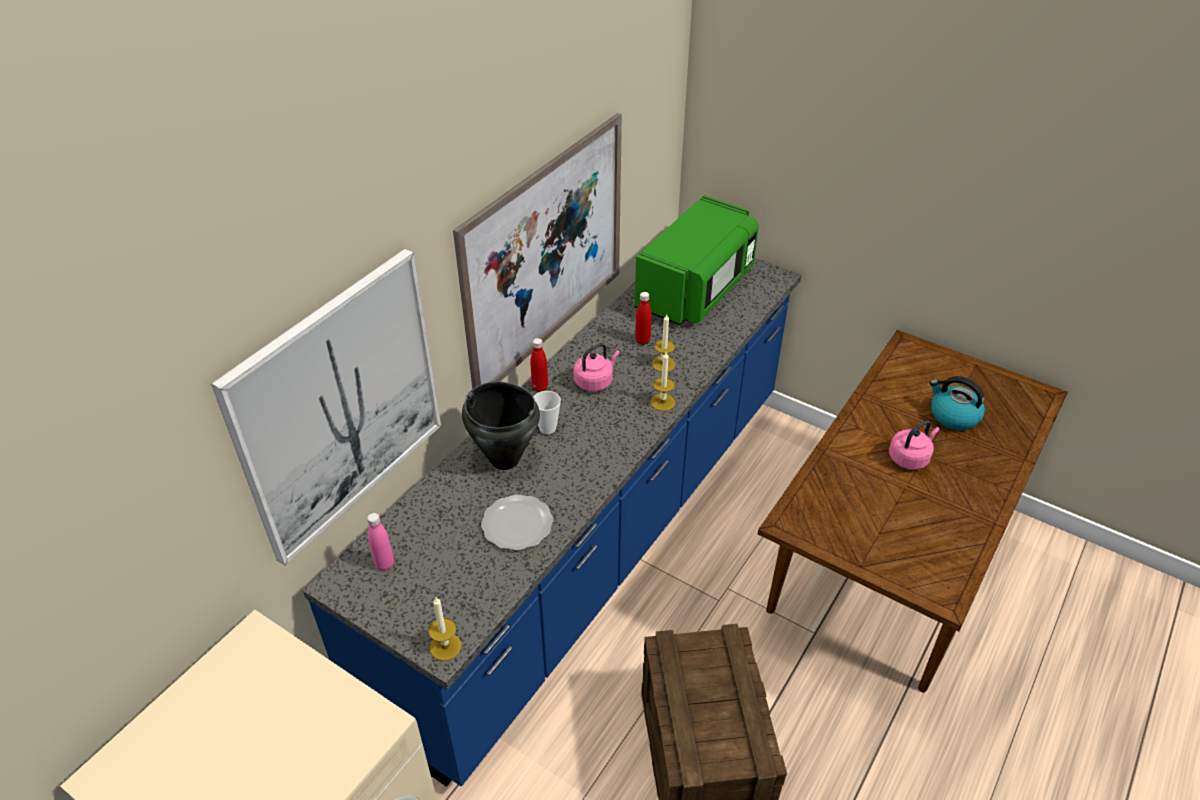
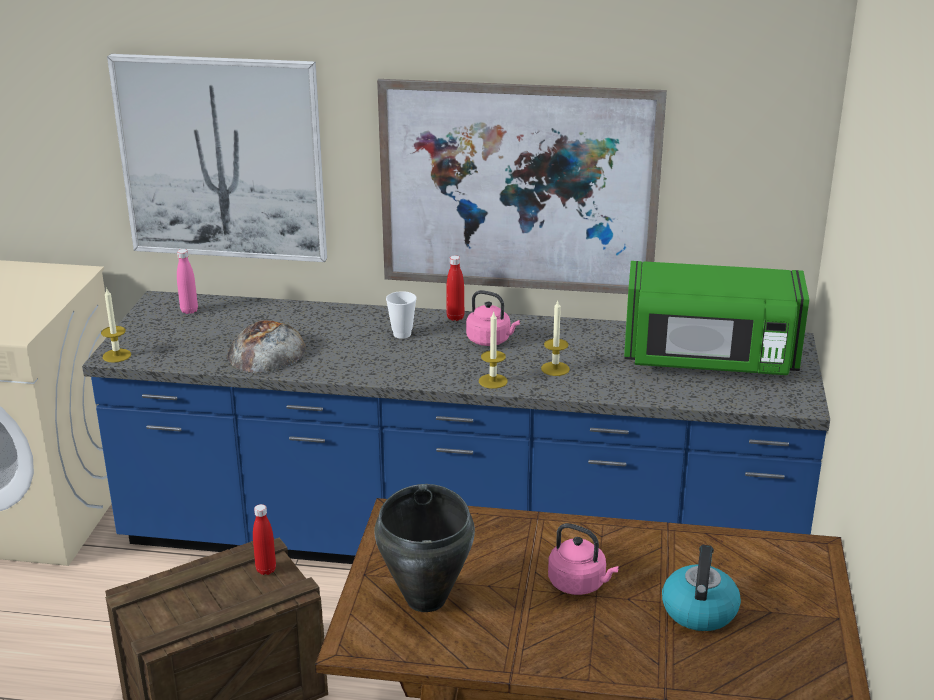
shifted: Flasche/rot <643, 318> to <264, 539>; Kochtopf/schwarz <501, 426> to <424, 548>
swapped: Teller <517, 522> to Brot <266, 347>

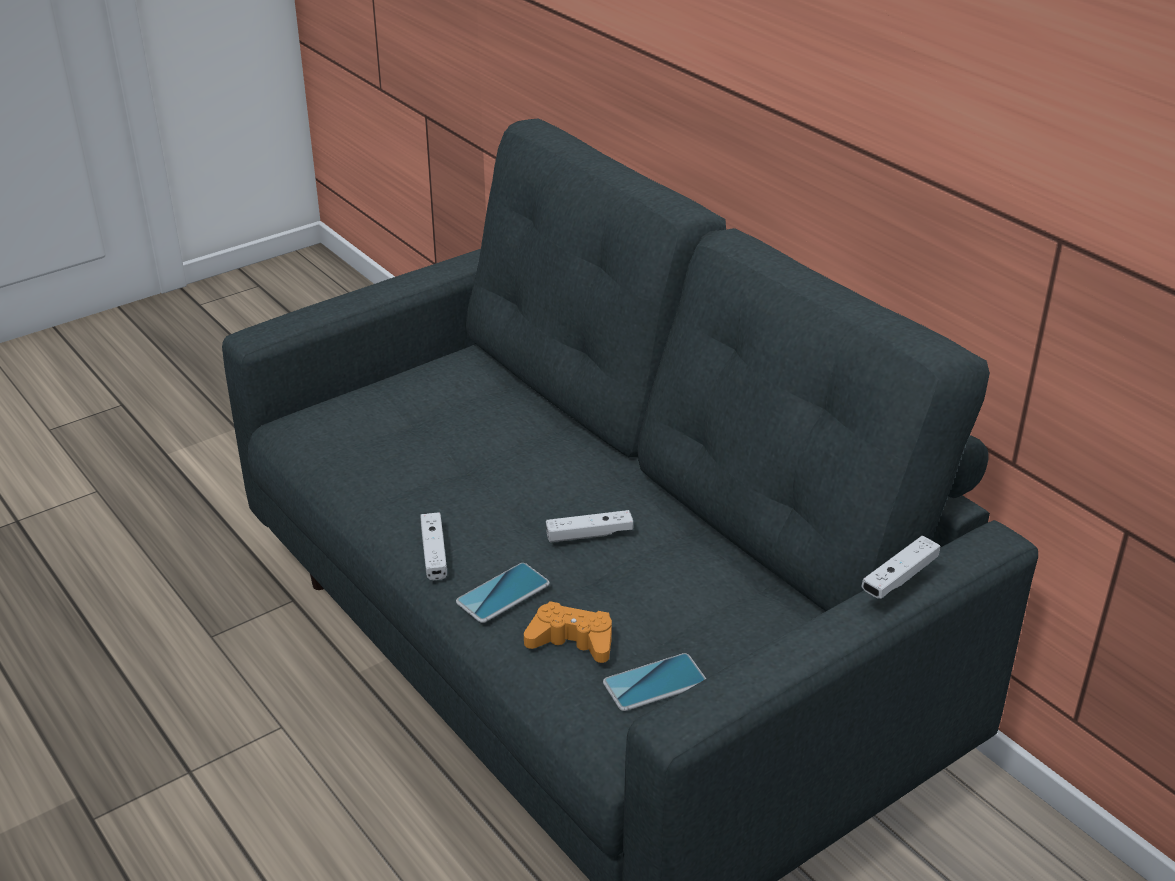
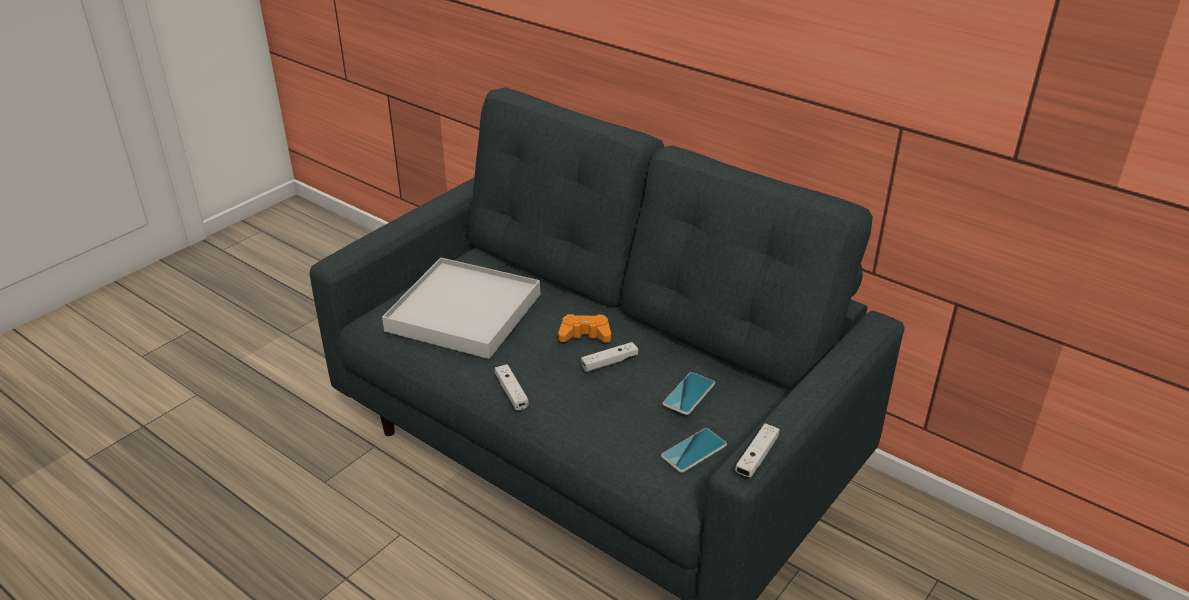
new: Tablett/weiß <461, 308>
shifted: Gamepad/orange <568, 632> to <584, 328>; Handy <503, 593> to <689, 393>; Gamepad/weiß <900, 567> to <757, 450>

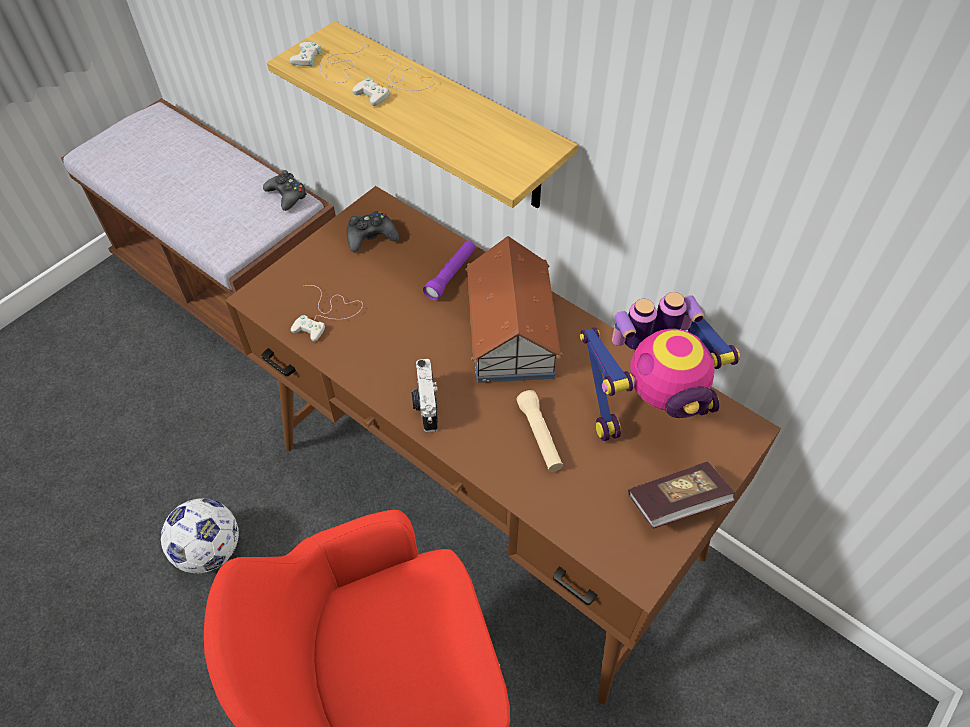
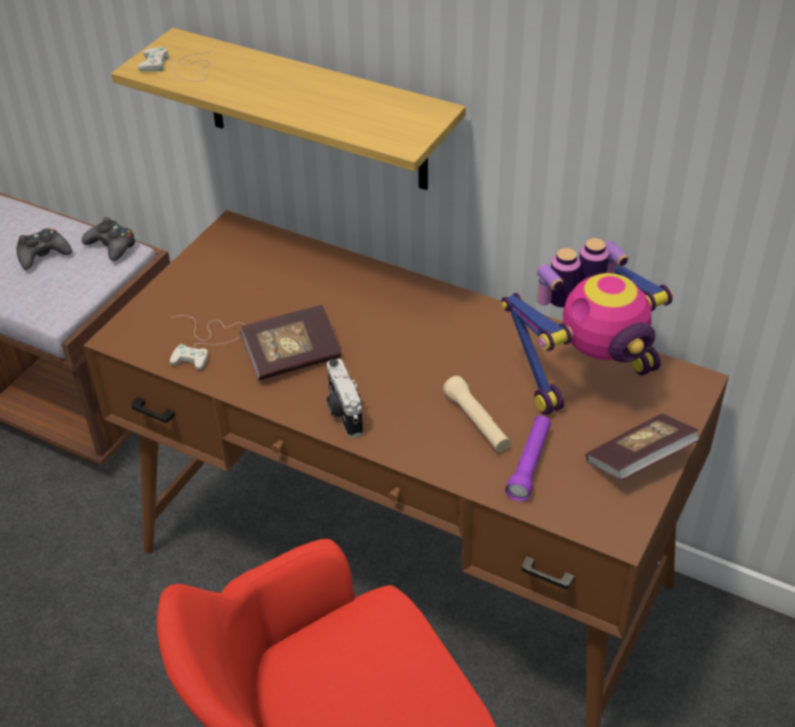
gone: Fußball <200, 536>; Gamepad/weiß <394, 80>; Spielzeughaus <513, 309>
new: Buch <290, 342>
shifted: Gamepad/schwarz <373, 232> to <44, 249>; Taschenlampe/lila <449, 270> to <528, 458>

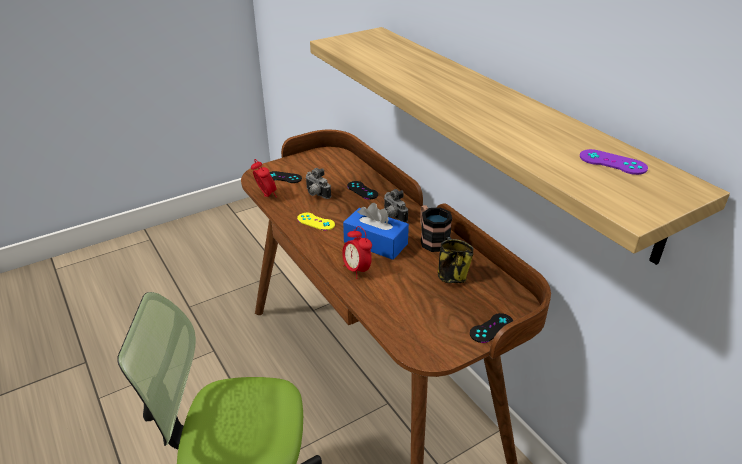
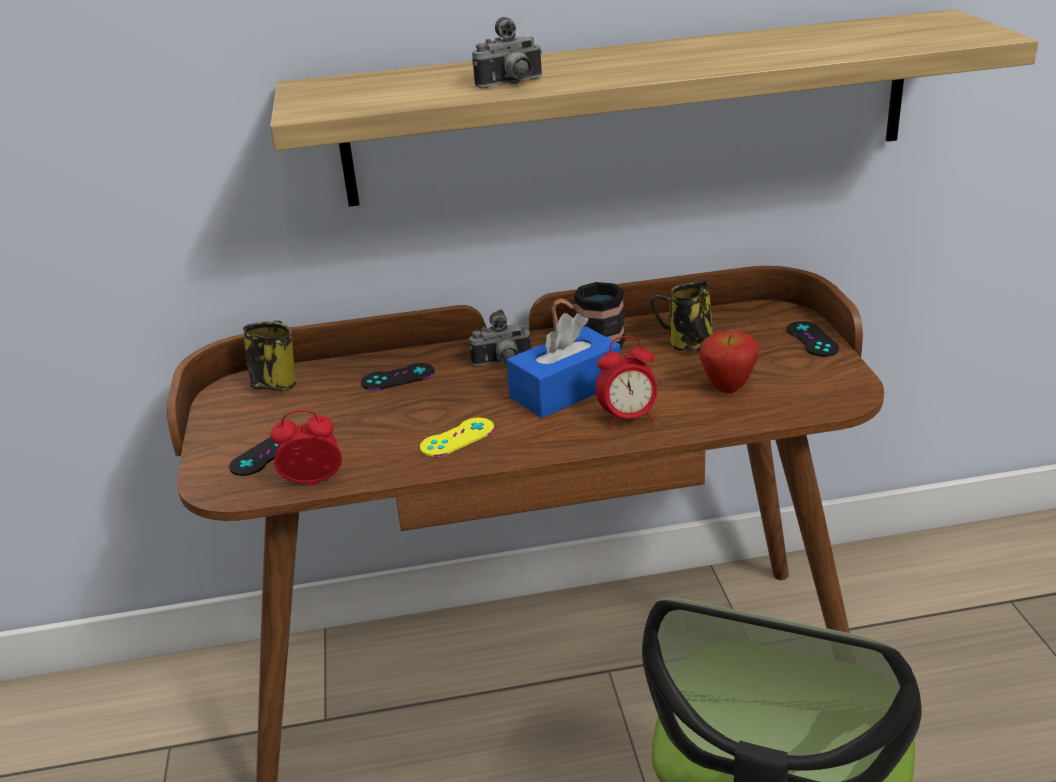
gone: Gamepad/lila <614, 162>
new: Henkelbecher <270, 355>; Apfel <729, 362>
shifted: Kamera <318, 183> to <507, 52>

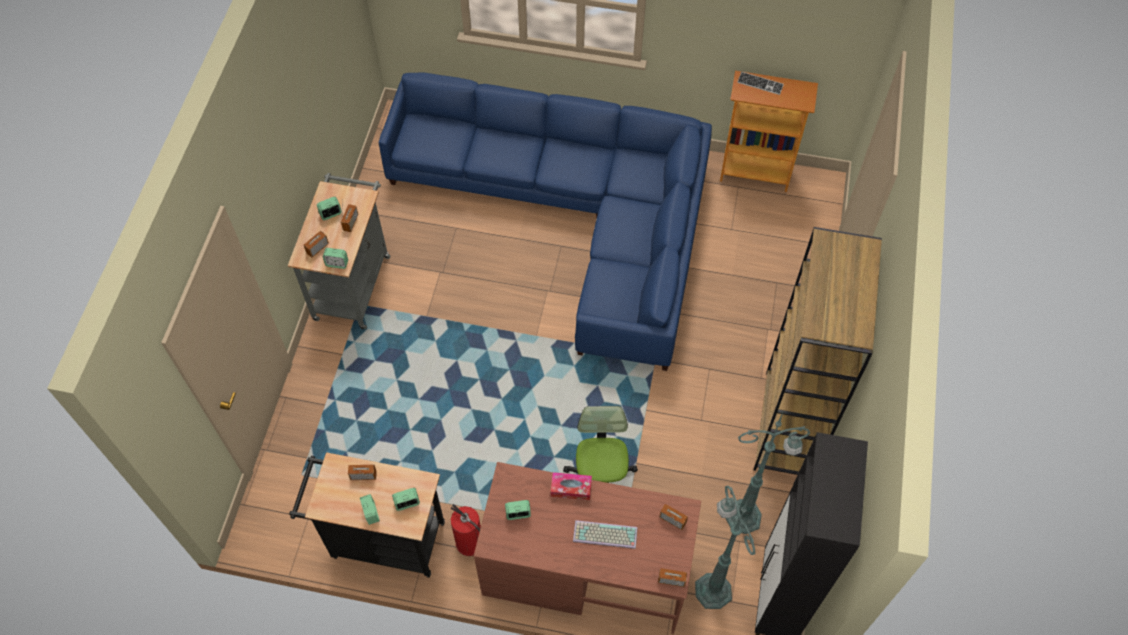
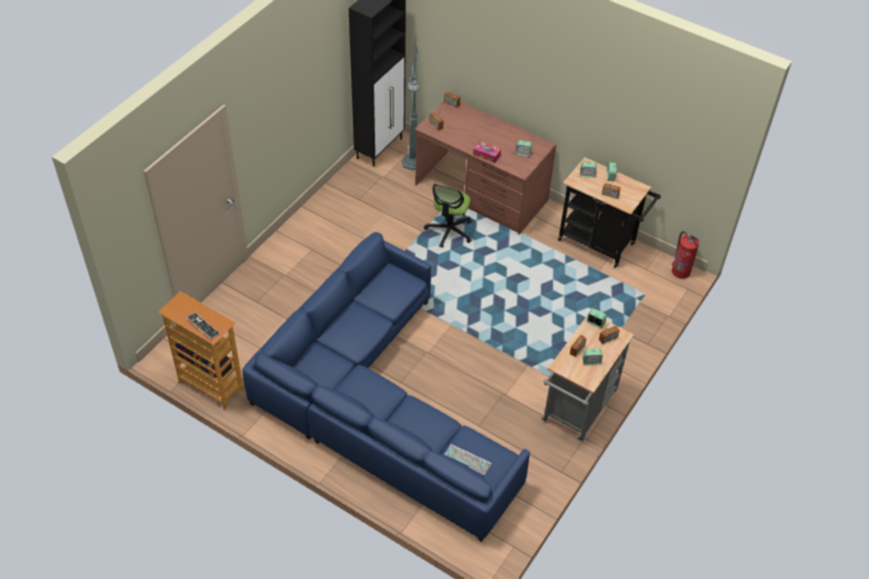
gone: Stehlampe/grün <767, 473>; Bücherregal/braun <818, 351>
shifted: Tastatur <605, 534> to <468, 460>; Feuerlöscher <465, 530> to <685, 255>

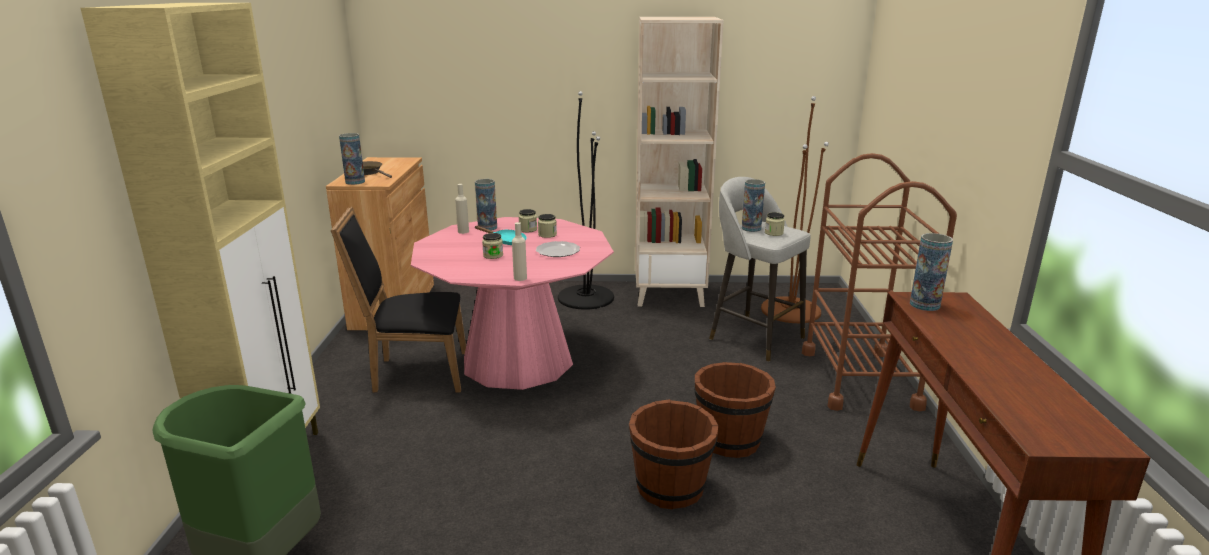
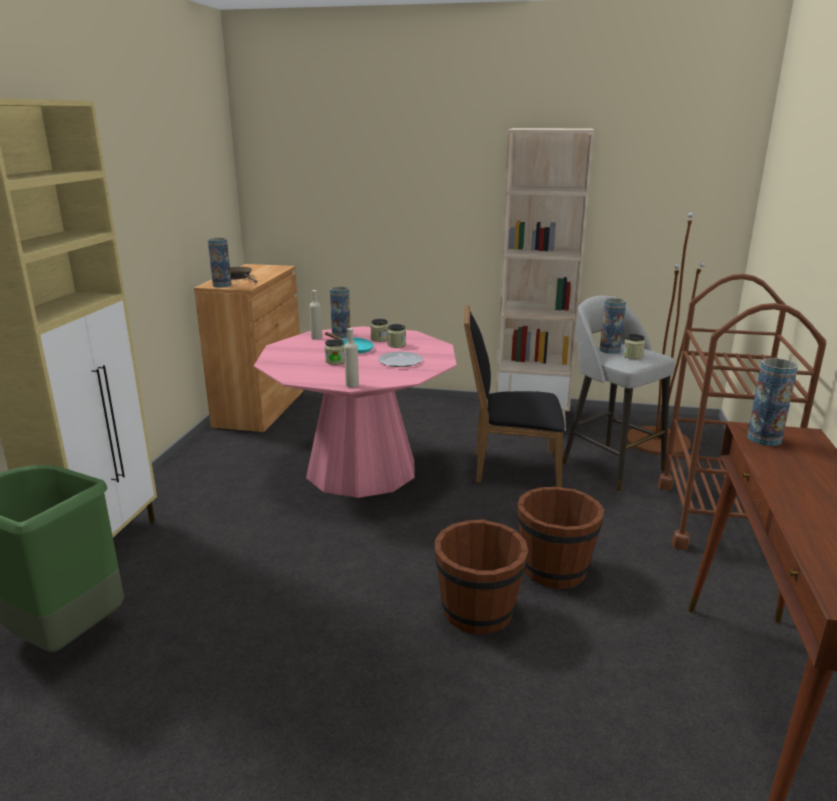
gone: Stehlampe/schwarz <586, 200>
shifted: Stuhl/schwarz <398, 300> to <514, 395>

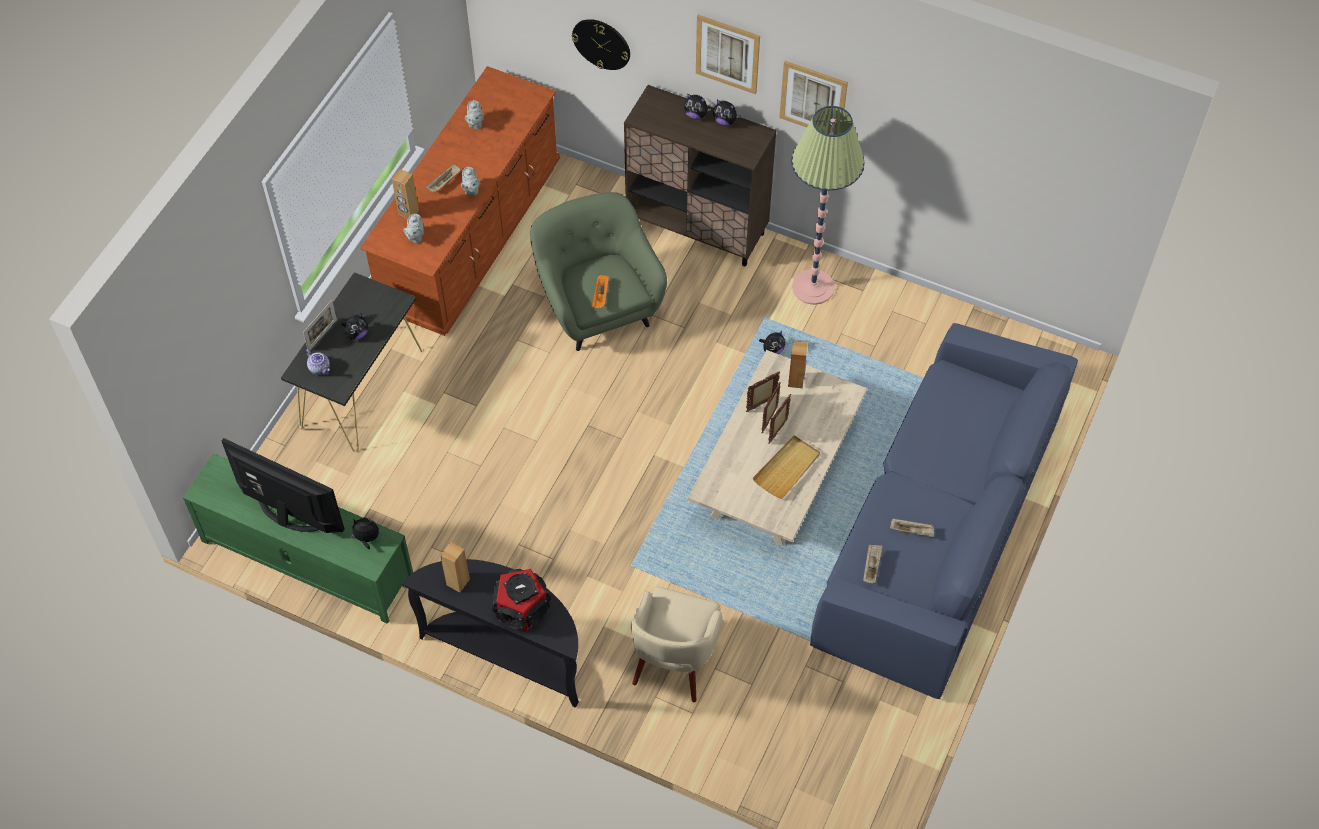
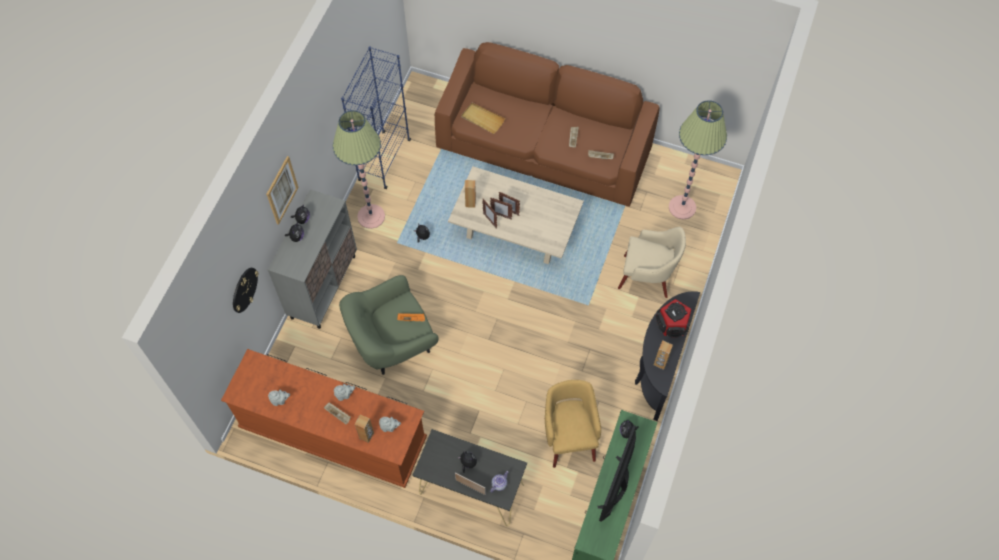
gone: Bild <813, 94>
new: Bücherregal/blau <376, 117>; Sessel/gelb <573, 424>; Stehlampe <698, 159>
shifted: Tablett/beige <786, 467> to <483, 118>
repainted: Schrank/braun <700, 175> to Schrank/grau <312, 259>; Sofa/blau <944, 511> to Sofa/braun <547, 124>

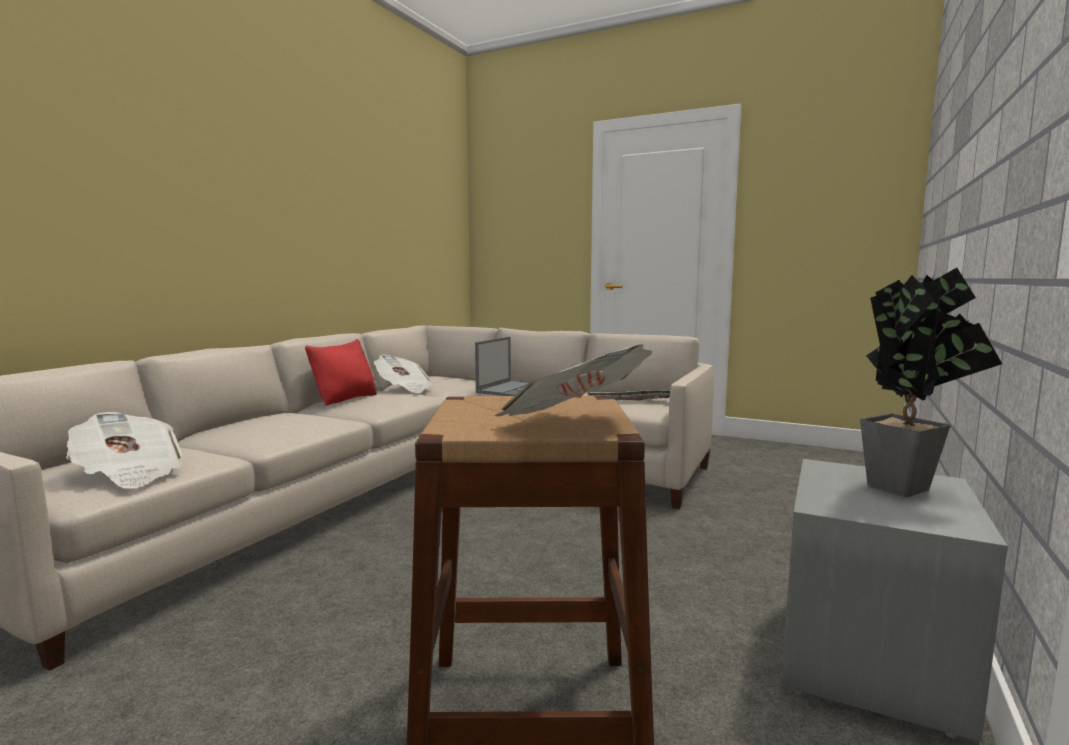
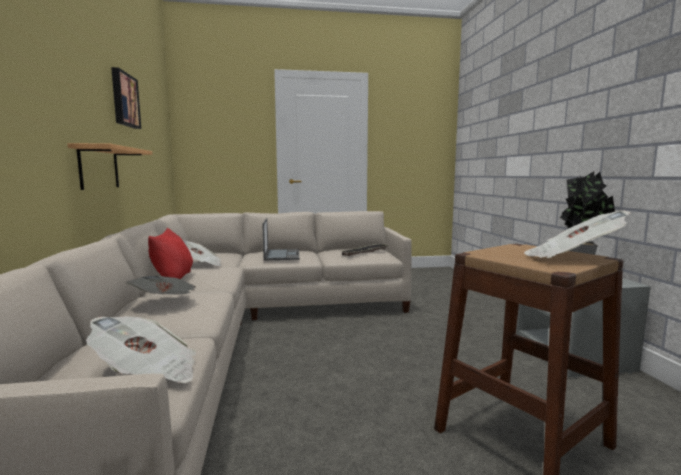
new: Wandregal <109, 166>; Bild <126, 98>; Zeitung <160, 285>

